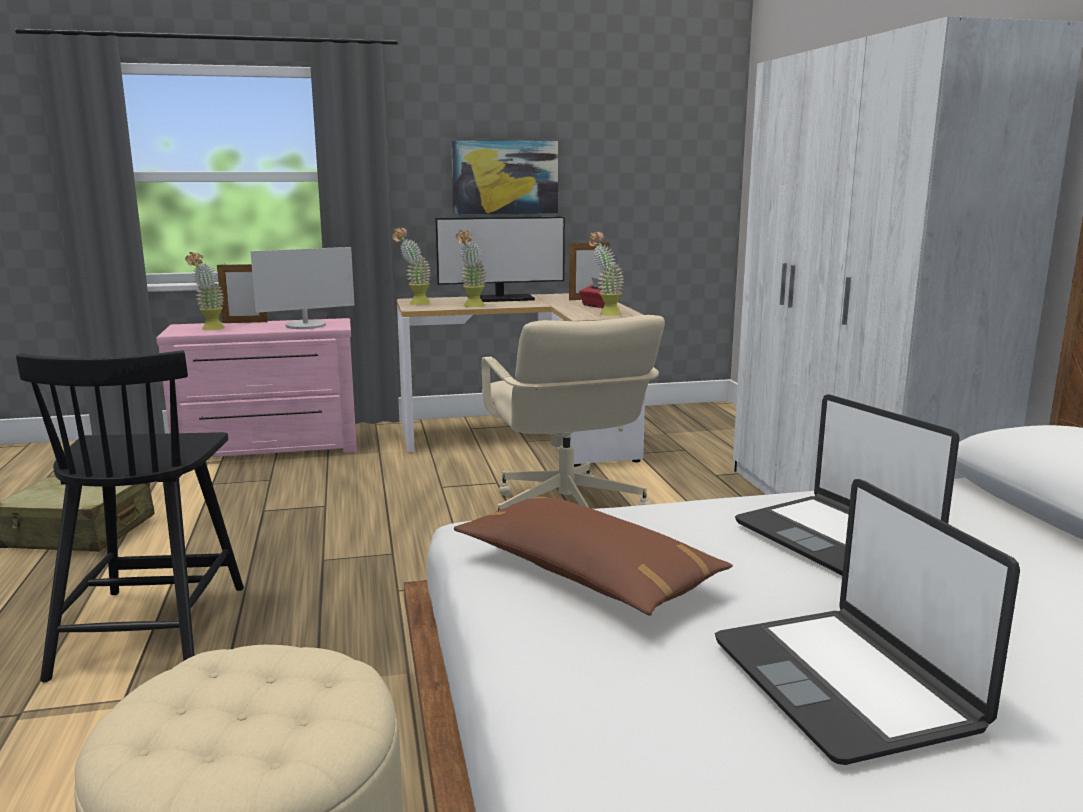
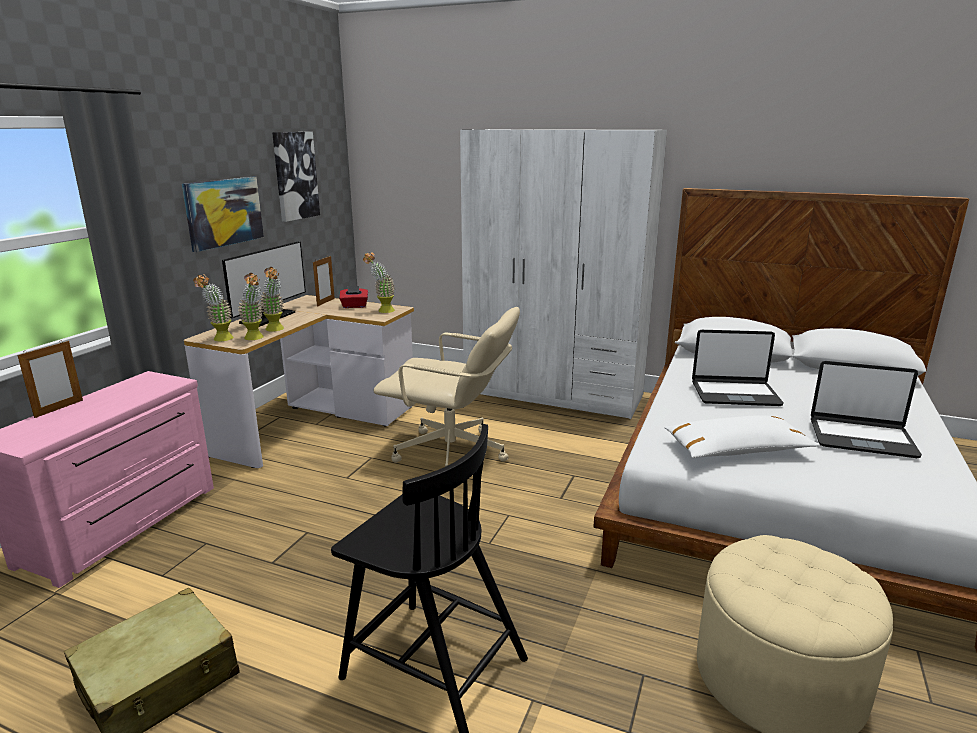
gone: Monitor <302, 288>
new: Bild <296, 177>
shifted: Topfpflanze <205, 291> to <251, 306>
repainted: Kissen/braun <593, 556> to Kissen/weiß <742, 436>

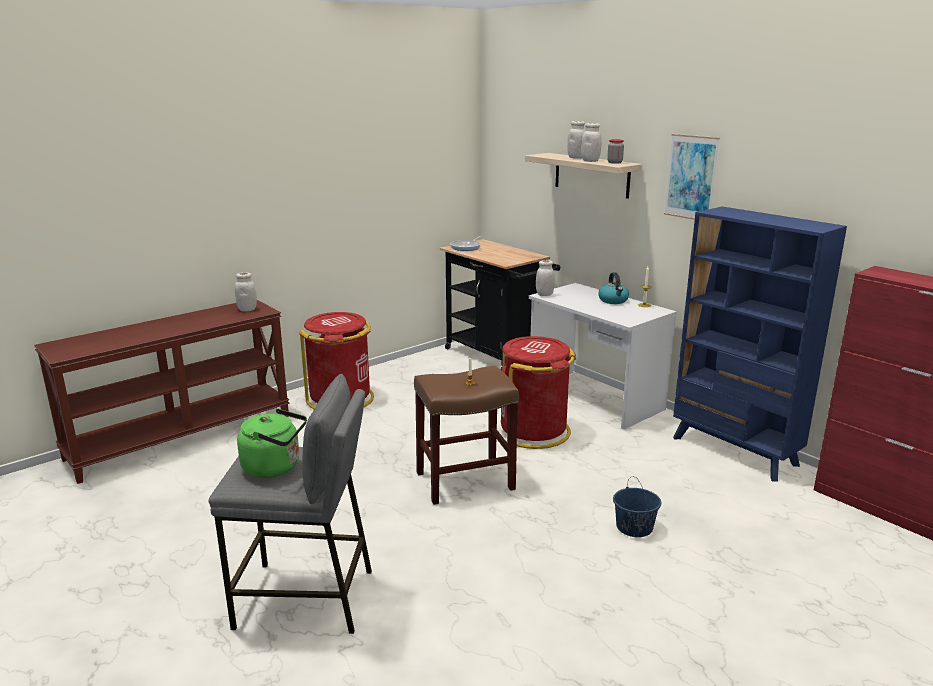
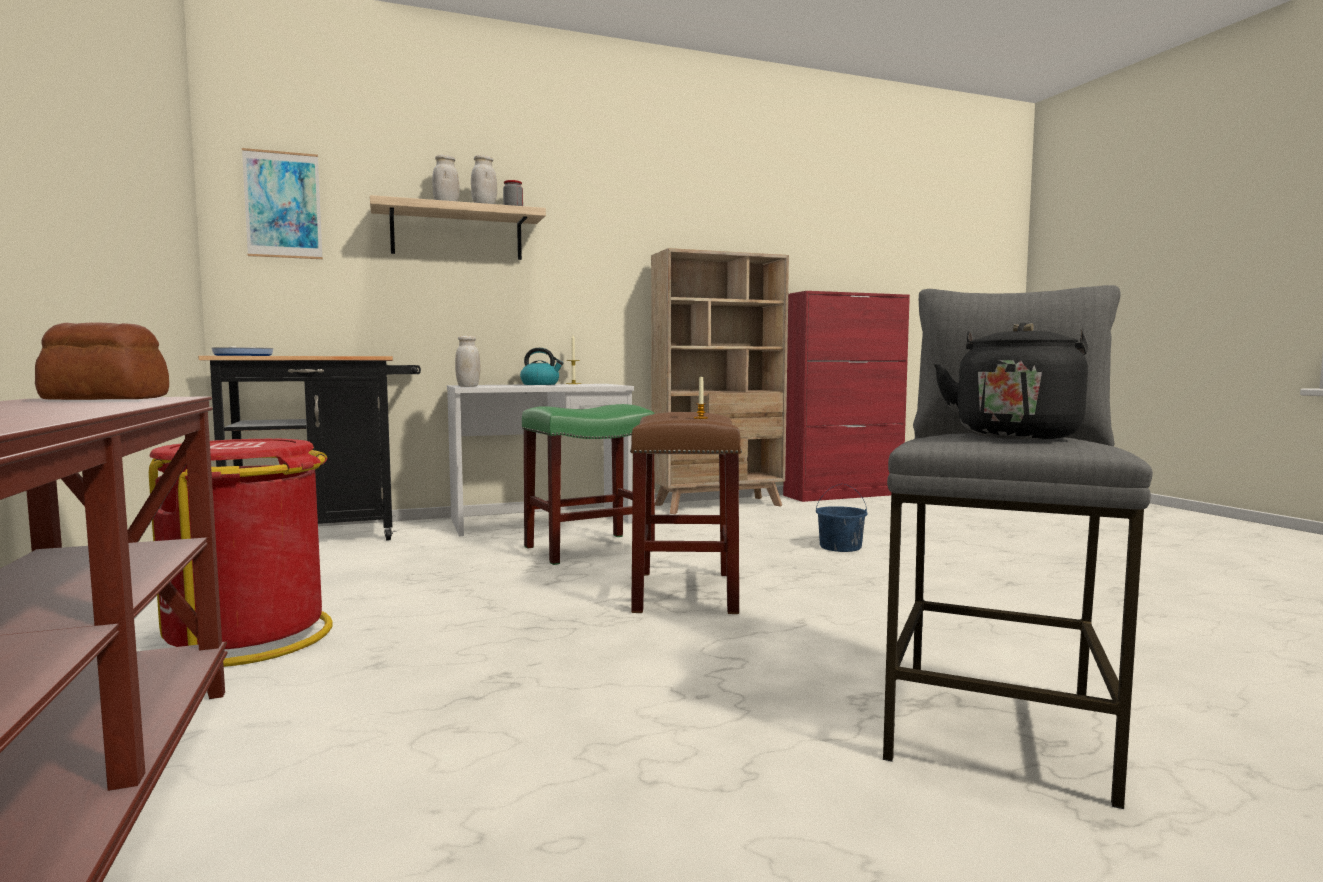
shifted: Bild <692, 177> to <282, 203>
swapped: Vorratsglas/weiß <246, 292> to Brot <102, 361>; Mülleimer/rot <538, 392> to Hocker/grün <588, 484>
repainted: Bücherregal/blau <760, 344> to Bücherregal/beige <720, 381>; Wasserkessel/grün <272, 443> to Wasserkessel/schwarz <1011, 381>

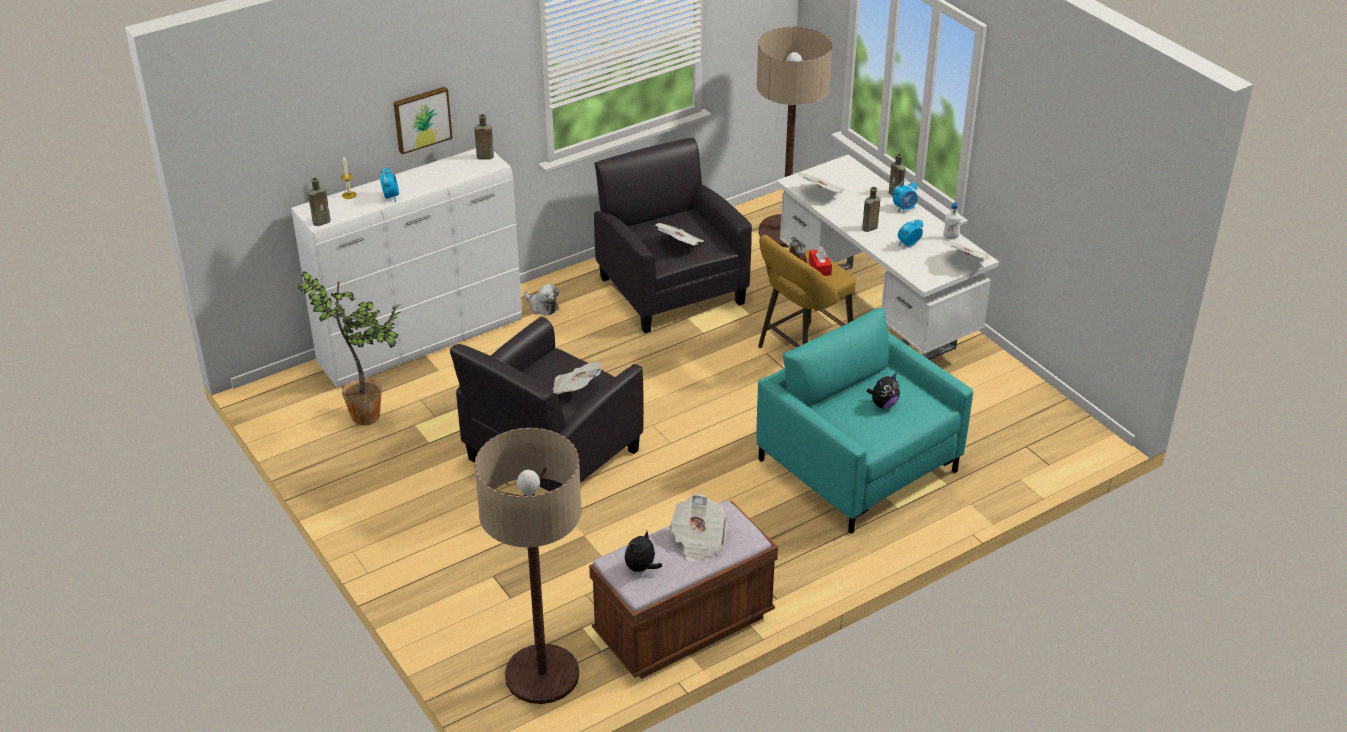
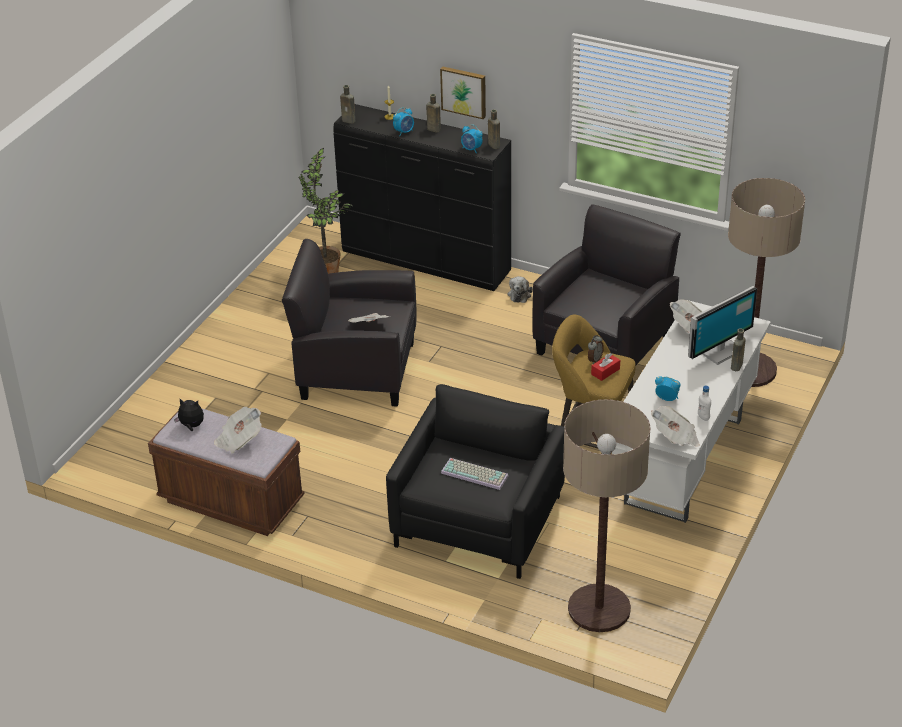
gone: Zeitung <680, 234>
new: Monitor <722, 325>
shifted: Flasche/braun <871, 209> to <433, 113>; Wecker <905, 196> to <472, 139>; Stehlampe <528, 566> to <607, 515>
swapped: Plüschtier <883, 390> to Tastatur <475, 474>
repainted: Kommode/weiß <406, 268> to Kommode/schwarz <422, 197>; Sessel/türkis <865, 421> to Sessel/schwarz <475, 481>

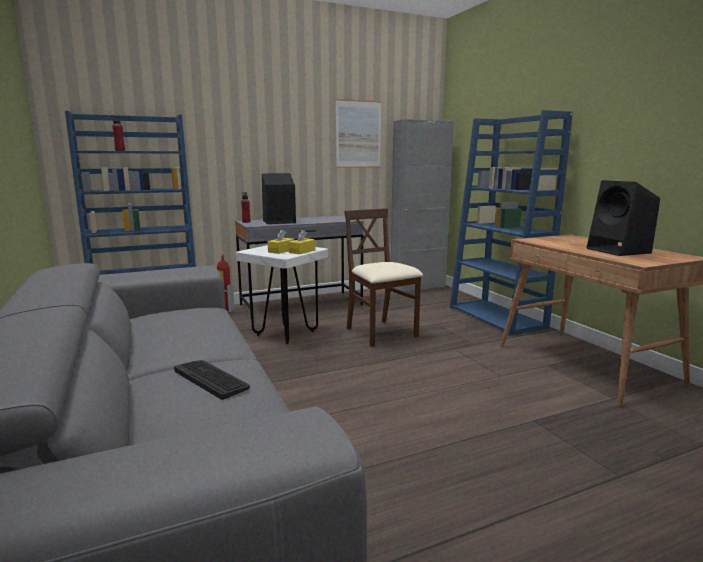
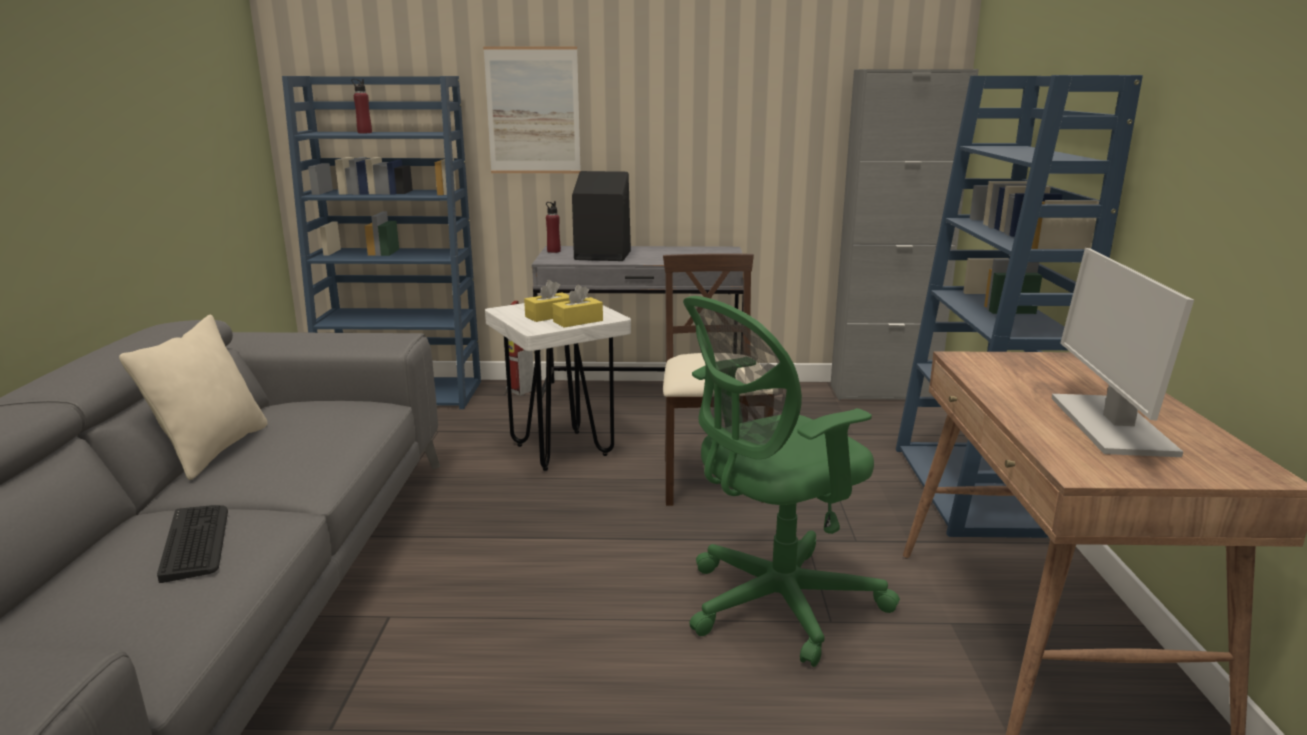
new: Kissen/beige <193, 397>; Bürostuhl/grün <791, 481>
shifted: Bild <359, 133> to <532, 109>
swapped: Lautsprecher/schwarz <623, 218> to Monitor <1123, 352>

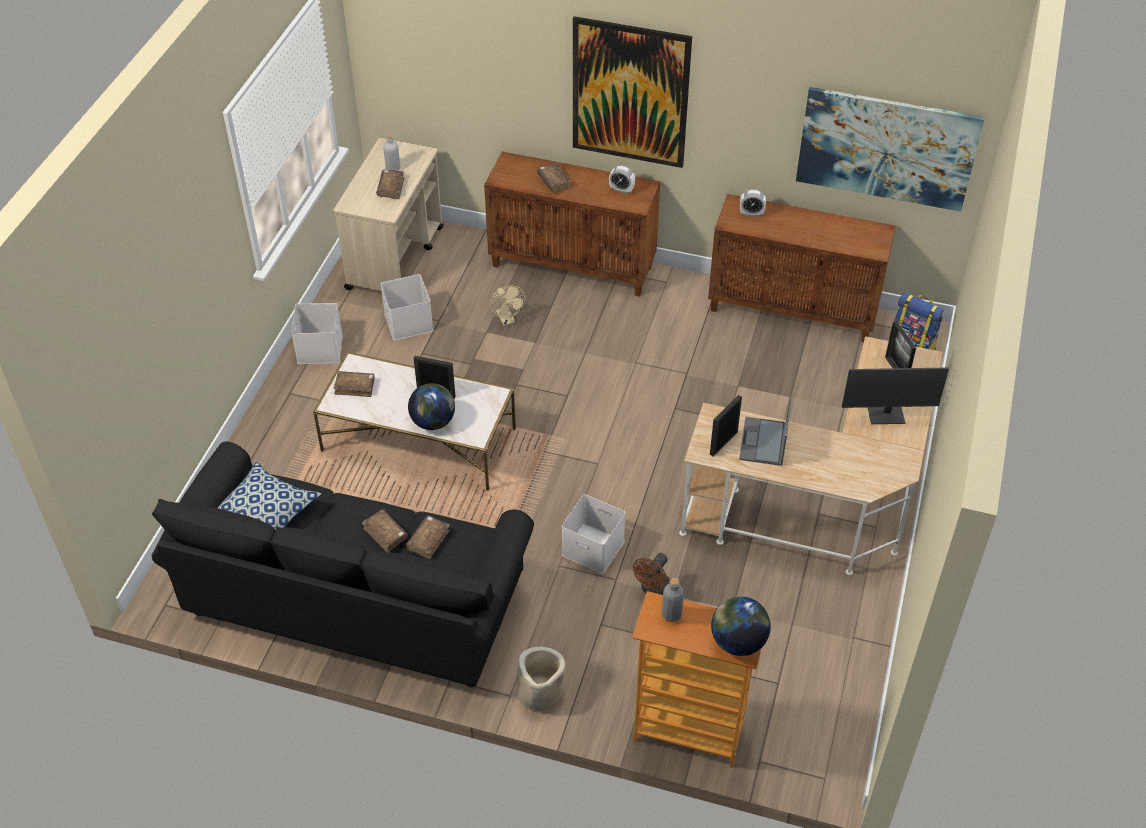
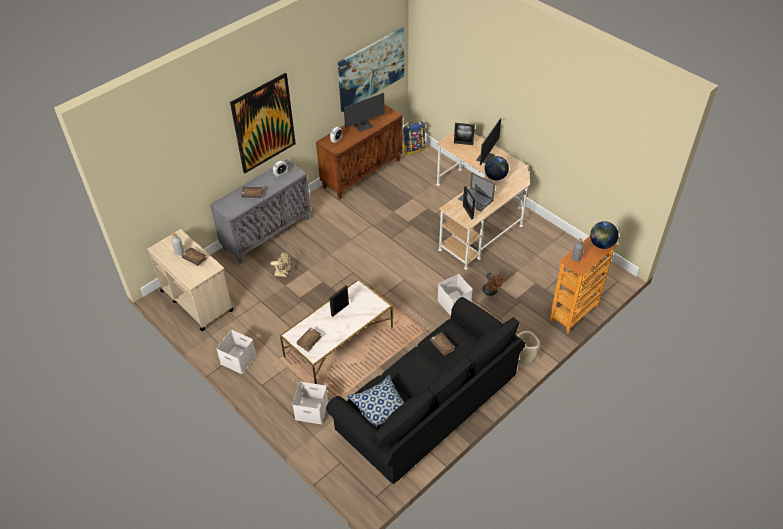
gone: Buch/braun <385, 530>
new: Monitor <364, 112>
shifted: Aufbewahrungsbox/weiß <407, 307> to <310, 403>; Globus <431, 406> to <497, 168>
repainted: Schrank/braun <572, 224> to Schrank/grau <260, 211>

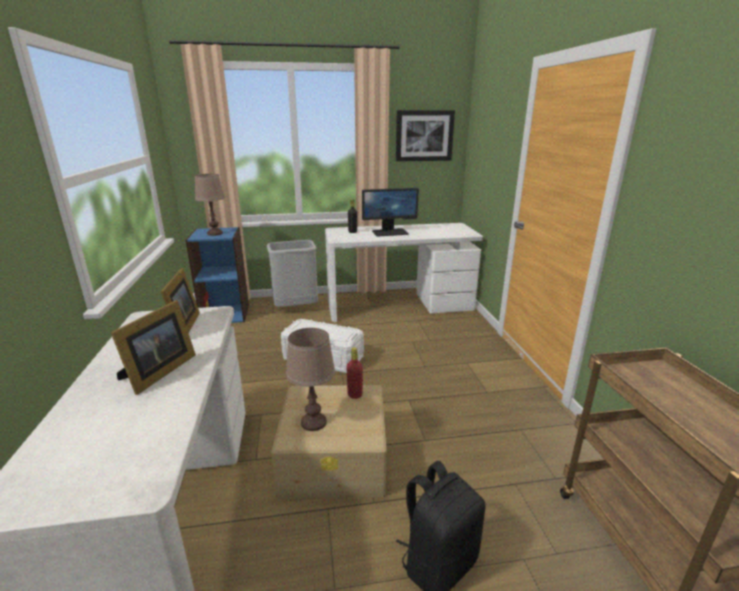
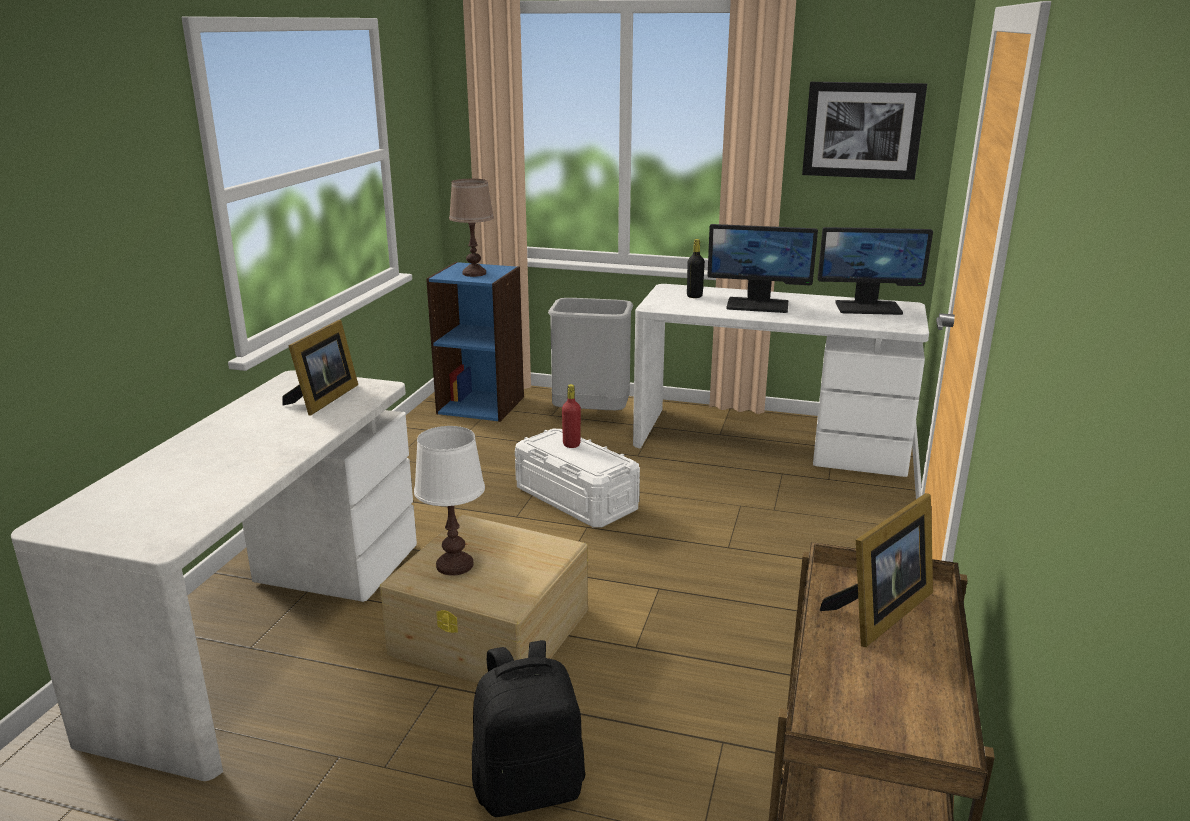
new: Monitor <875, 271>
shifted: Flasche/rot <355, 373> to <571, 416>; Bilderrahmen <153, 347> to <876, 570>
repainted: Tischlampe/braun <310, 379> to Tischlampe/weiß <449, 501>

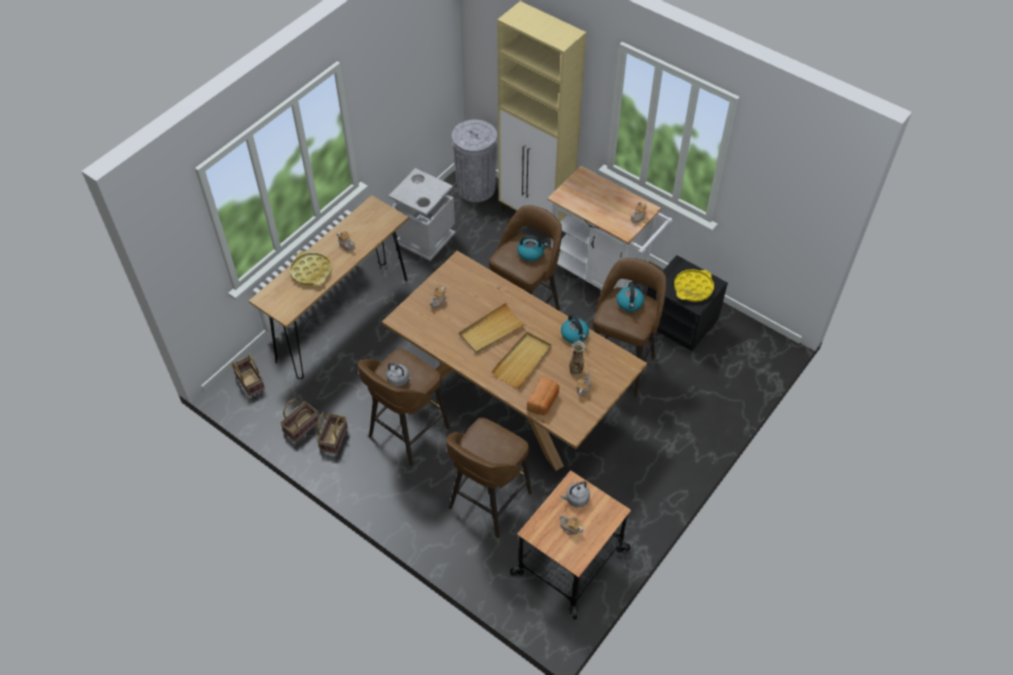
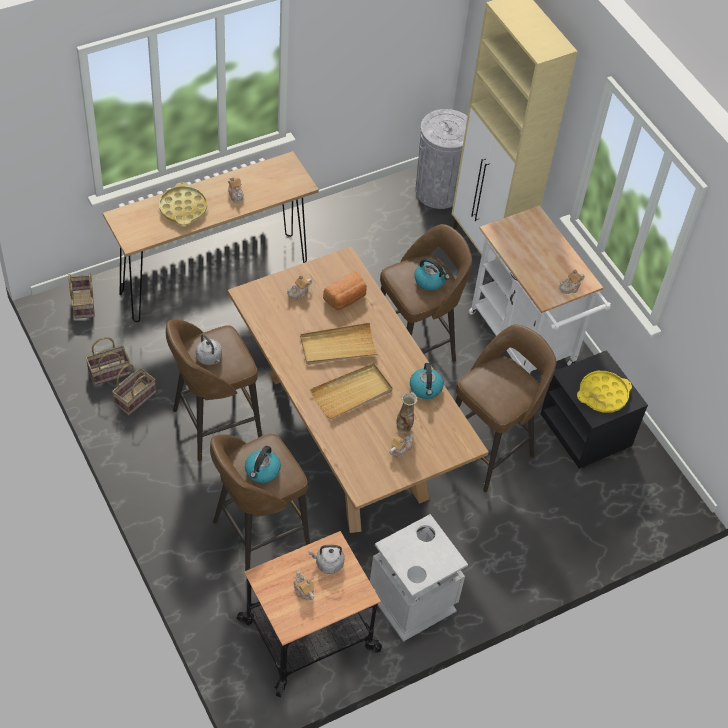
shifted: Wasserkessel <630, 296> to <263, 464>; Brot <543, 395> to <345, 290>; Mülleimer/grau <421, 214> to <419, 578>

